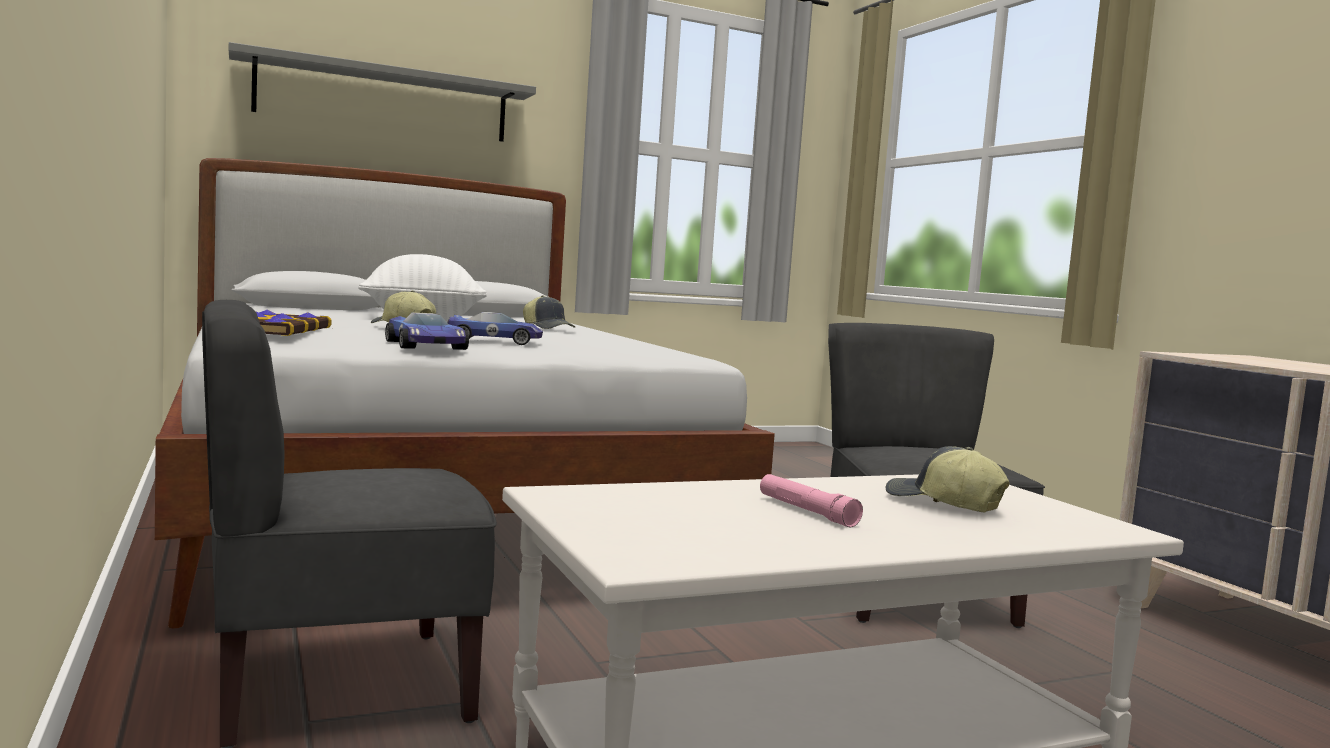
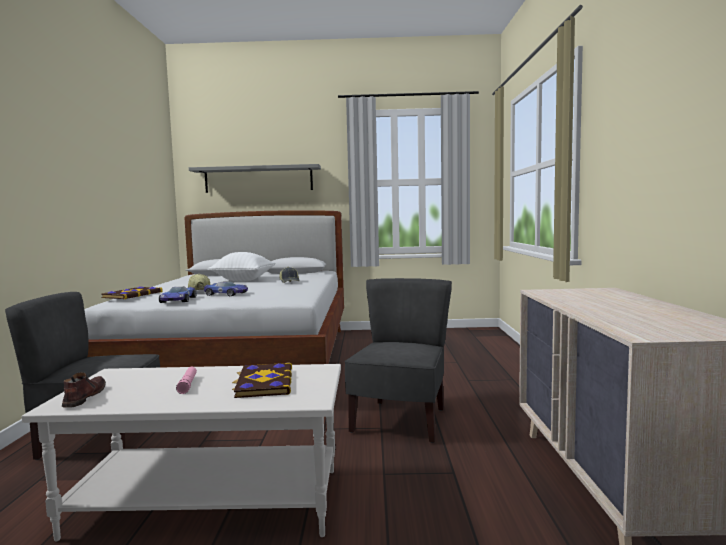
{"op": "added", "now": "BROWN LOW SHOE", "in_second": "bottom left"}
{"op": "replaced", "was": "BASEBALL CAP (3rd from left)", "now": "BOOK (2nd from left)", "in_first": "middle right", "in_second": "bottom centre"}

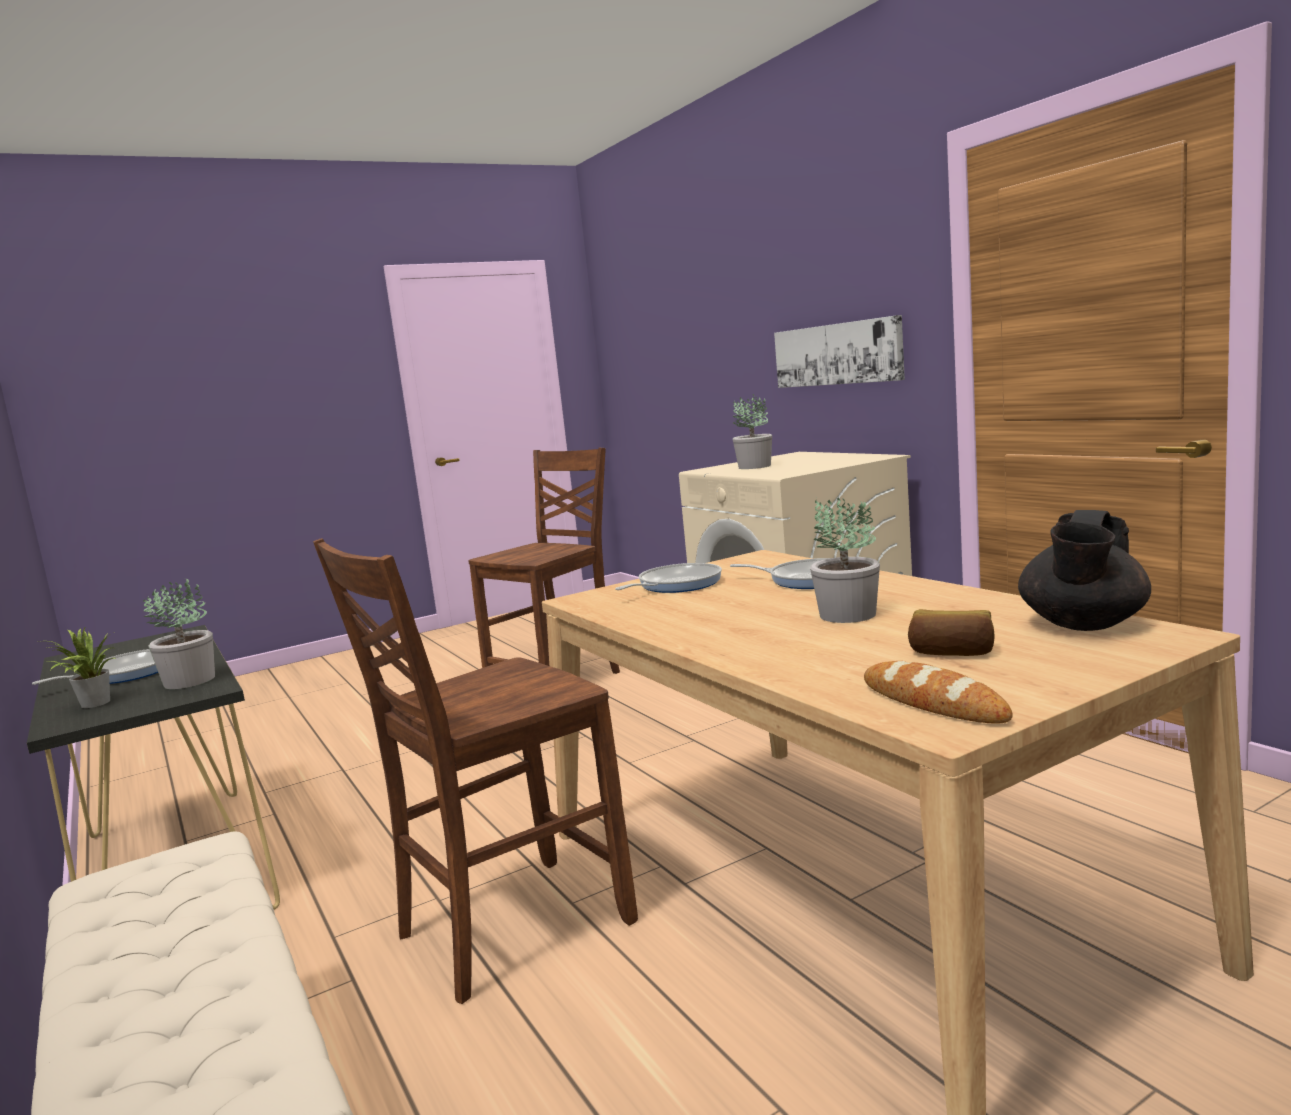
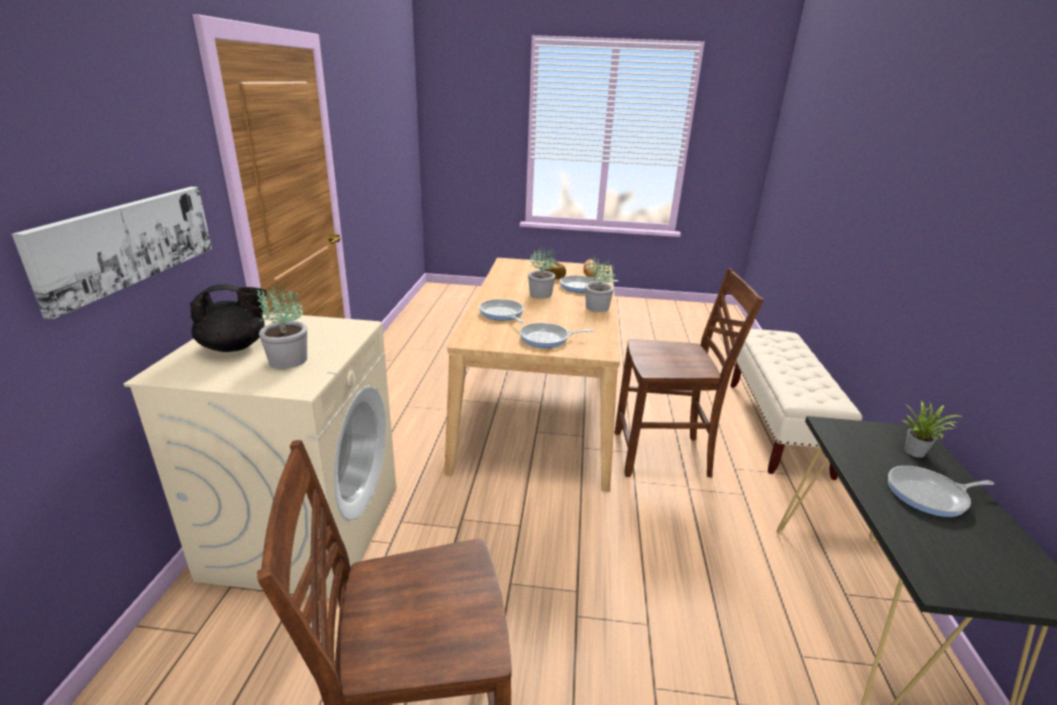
{"op": "added", "now": "SKILLET (3rd from left)", "in_second": "centre"}
{"op": "moved", "was": "PLANT IN A POT (2nd from left in the first image)", "now": "PLANT IN A POT (3rd from left)", "in_first": "middle left", "in_second": "centre"}
{"op": "moved", "was": "BLACK TEAPOT", "in_first": "middle right", "in_second": "middle left"}

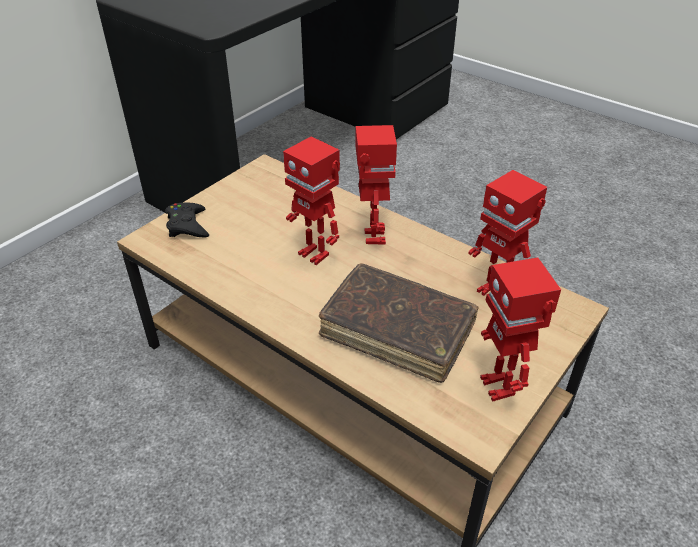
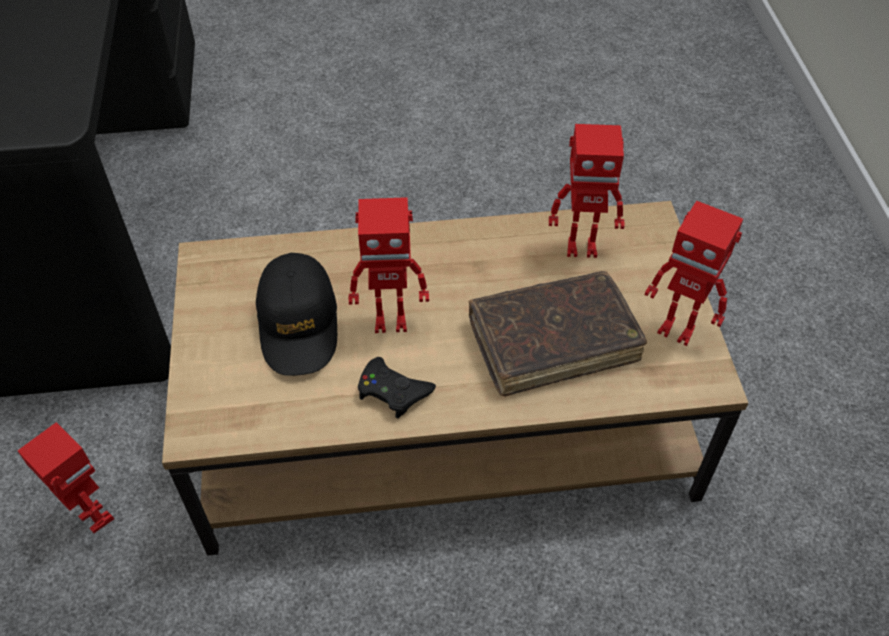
{"op": "added", "now": "BLACK BASEBALL CAP", "in_second": "middle left"}
{"op": "moved", "was": "BLACK GAMEPAD", "in_first": "middle left", "in_second": "centre"}
{"op": "moved", "was": "MODEL ROBOT (2nd from left in the first image)", "now": "MODEL ROBOT (1st from left)", "in_first": "centre", "in_second": "bottom left"}

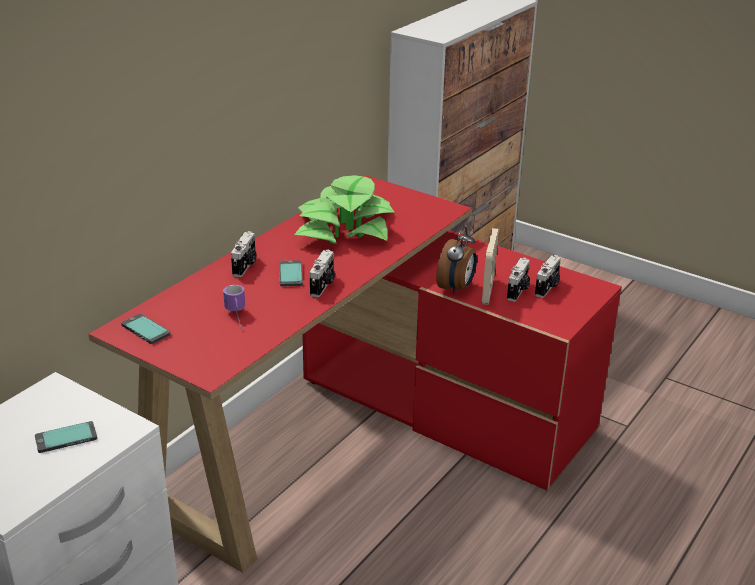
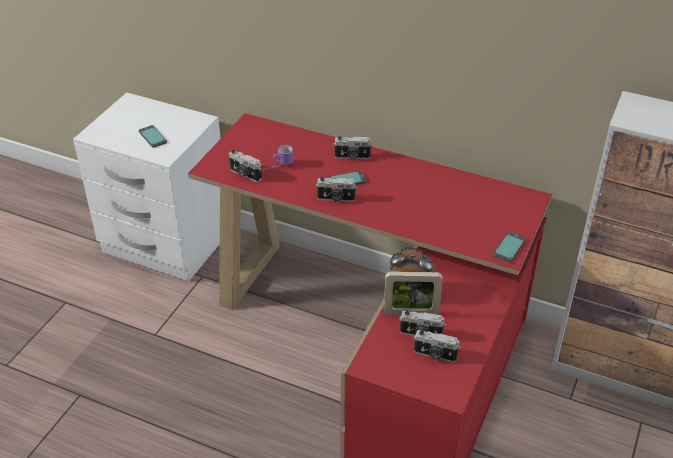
{"op": "removed", "was": "PLANT IN A POT", "in_first": "centre"}
{"op": "added", "now": "PHOTO CAMERA (1st from left)", "in_second": "centre"}
{"op": "moved", "was": "HANDSET (2nd from left in the first image)", "now": "HANDSET (3rd from left)", "in_first": "middle left", "in_second": "middle right"}

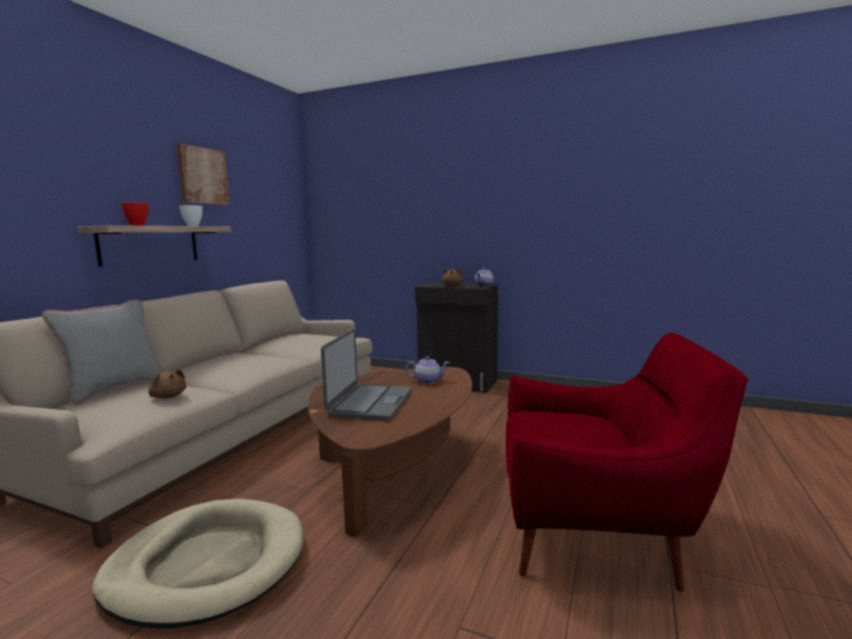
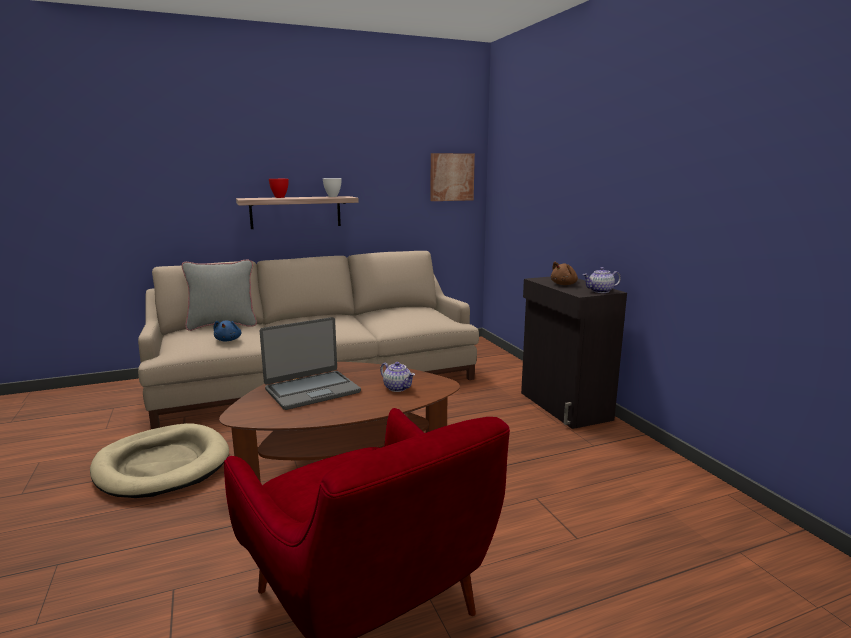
{"op": "moved", "was": "WALL ART", "in_first": "top left", "in_second": "top centre"}
{"op": "recoloured", "was": "BROWN PLUSH TOY (1st from left)", "now": "BLUISH PLUSH TOY", "in_first": "middle left", "in_second": "middle left"}

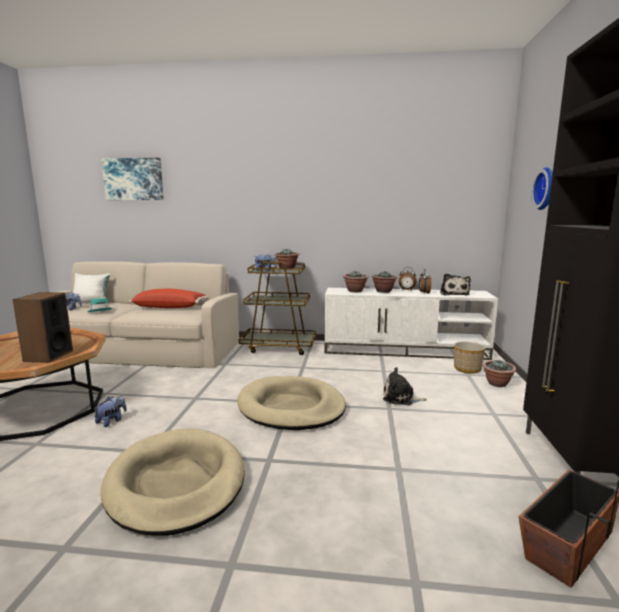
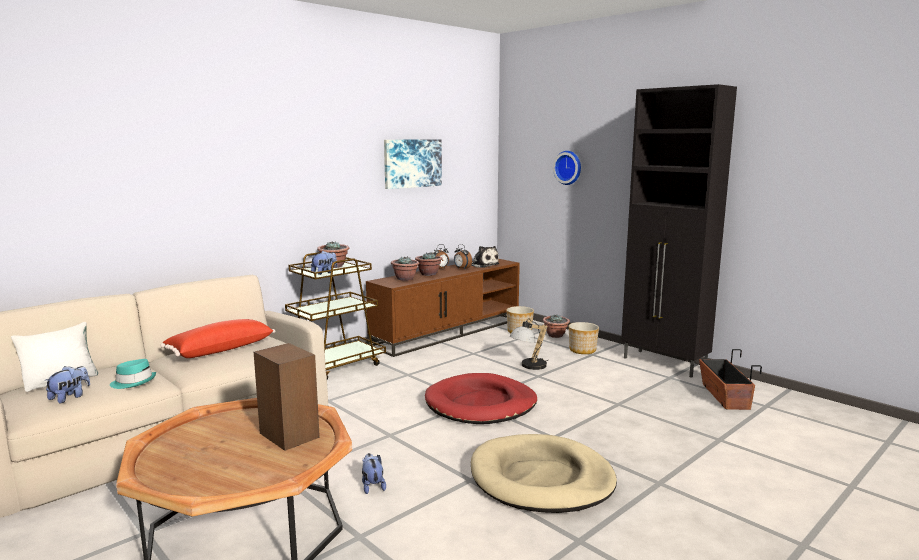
{"op": "added", "now": "PLANTER (2nd from left)", "in_second": "centre"}
{"op": "moved", "was": "WALL ART", "in_first": "top left", "in_second": "top centre"}
{"op": "replaced", "was": "PLUSH TOY (4th from left)", "now": "TABLE LAMP", "in_first": "centre", "in_second": "centre"}
{"op": "recoloured", "was": "BEIGE-COLOURED PET BED (2nd from left)", "now": "RED PET BED", "in_first": "centre", "in_second": "bottom centre"}
{"op": "recoloured", "was": "WHITE TV STAND", "now": "BROWN TV STAND", "in_first": "centre", "in_second": "centre"}

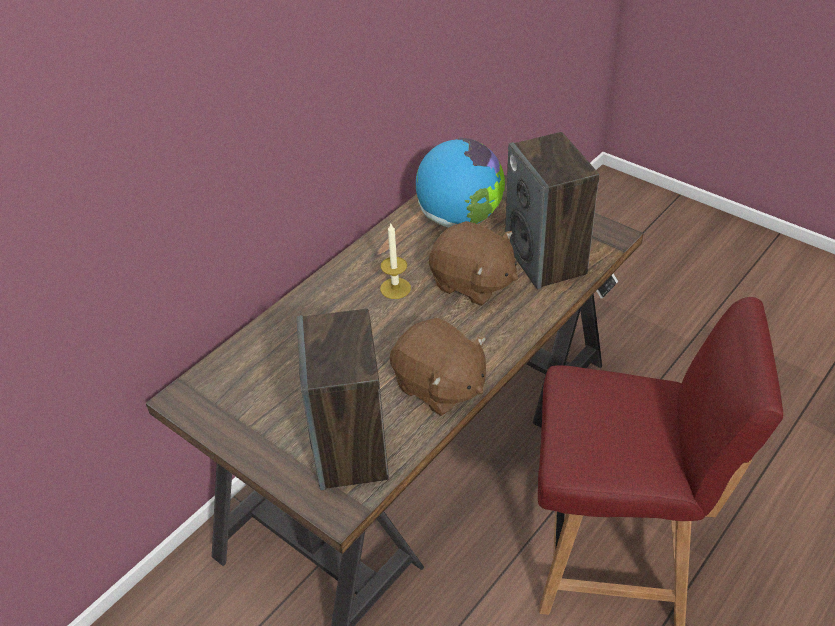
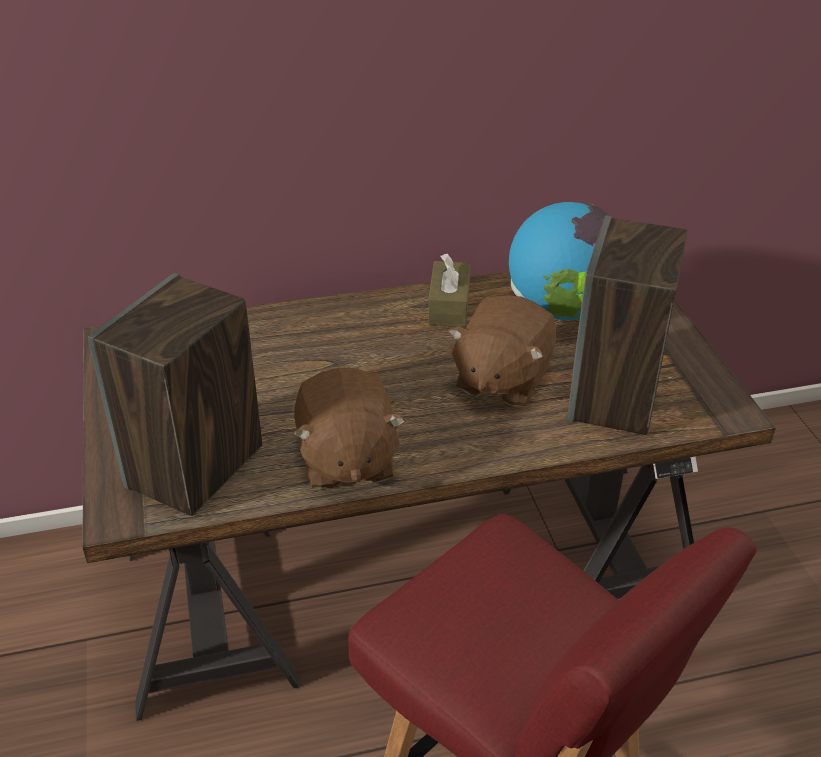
{"op": "removed", "was": "WAX LIGHT", "in_first": "centre"}
{"op": "added", "now": "BROWN BOX OF TISSUES", "in_second": "centre"}
{"op": "turned", "was": "BROWN PLUSH TOY (2nd from left)", "in_first": "centre", "in_second": "centre", "clockwise": 45}

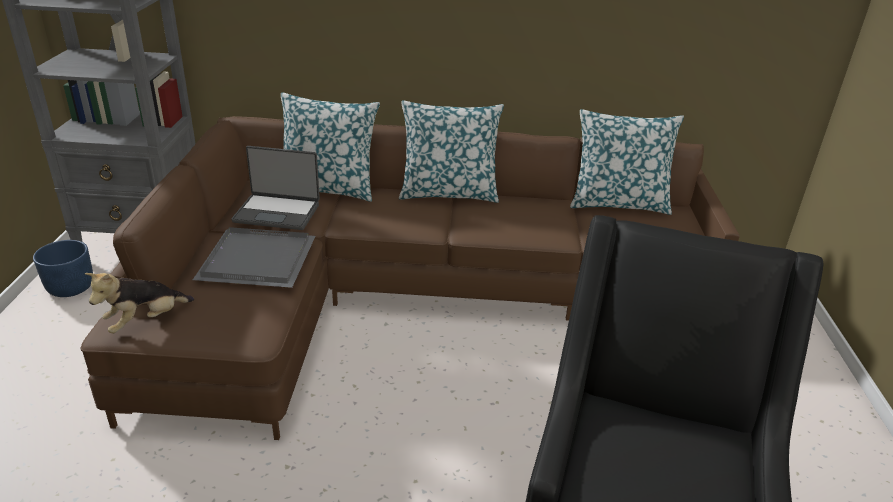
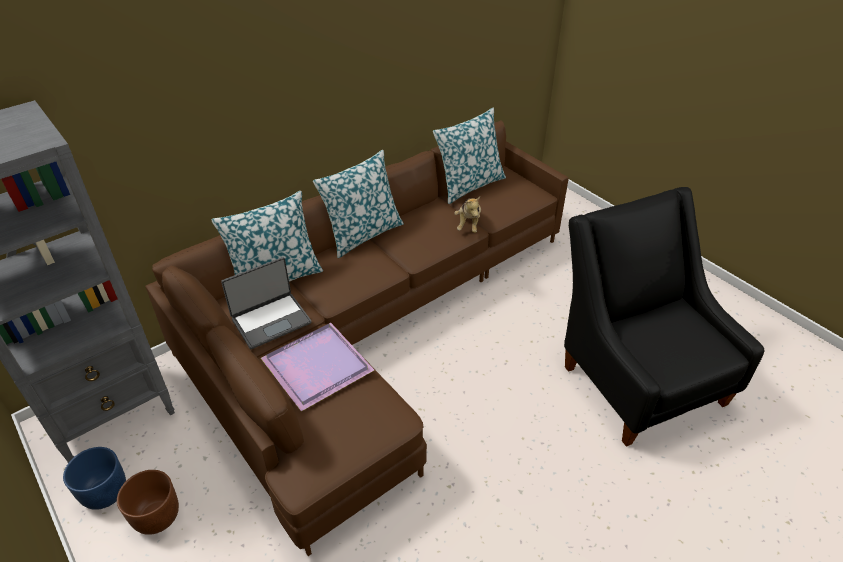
{"op": "added", "now": "BROWN PLANTER", "in_second": "bottom left"}
{"op": "moved", "was": "PLUSH TOY", "in_first": "middle left", "in_second": "centre"}
{"op": "recoloured", "was": "GREY CARRYING TRAY", "now": "PURPLE CARRYING TRAY", "in_first": "middle left", "in_second": "centre"}

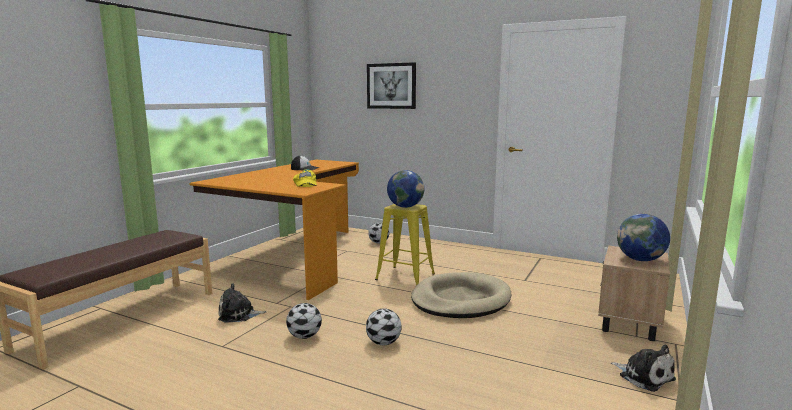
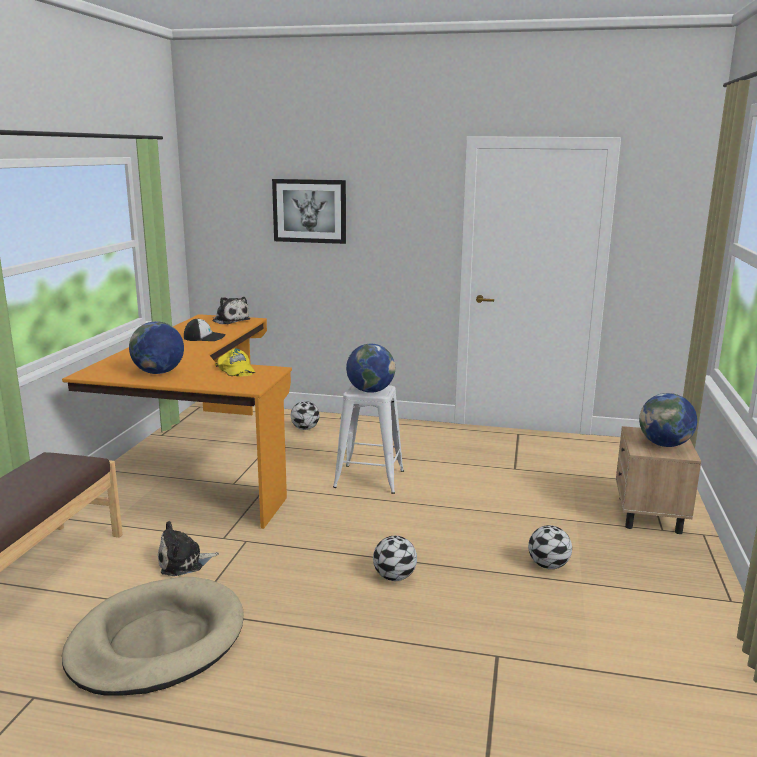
{"op": "added", "now": "DESK GLOBE (1st from left)", "in_second": "middle left"}
{"op": "moved", "was": "BALL FOR FOOTBALL (1st from left in the first image)", "now": "BALL FOR FOOTBALL (3rd from left)", "in_first": "bottom centre", "in_second": "bottom right"}
{"op": "moved", "was": "BEIGE-COLOURED PET BED", "in_first": "bottom centre", "in_second": "bottom left"}
{"op": "moved", "was": "PLUSH TOY (2nd from left)", "in_first": "bottom right", "in_second": "middle left"}
{"op": "recoloured", "was": "YELLOW-COLOURED STOOL SEAT", "now": "WHITE STOOL SEAT", "in_first": "centre", "in_second": "centre"}

